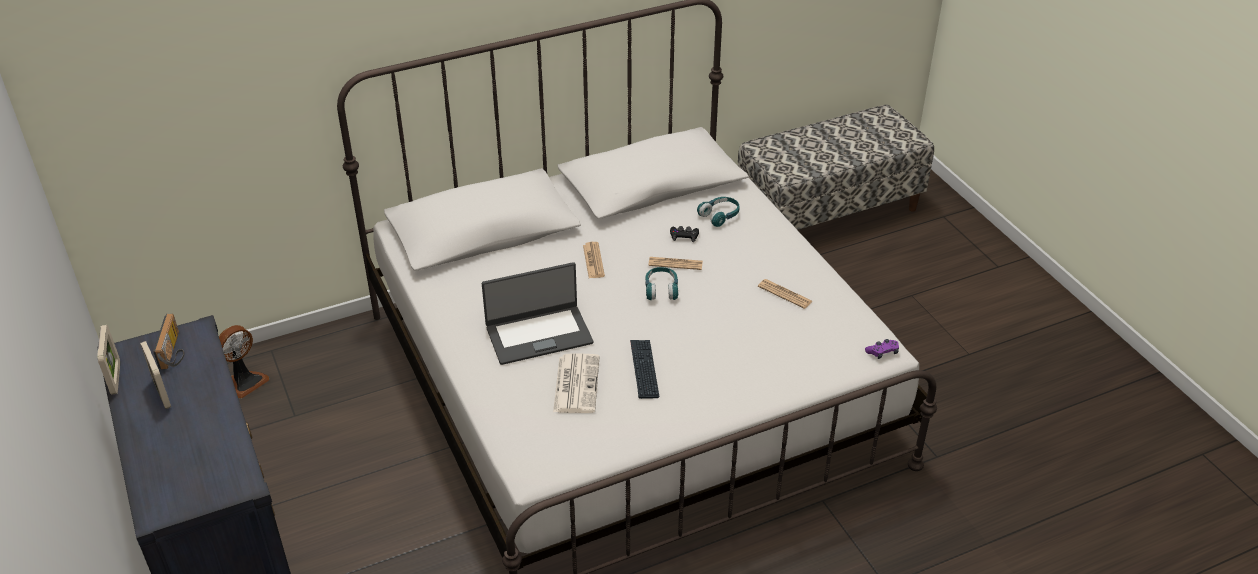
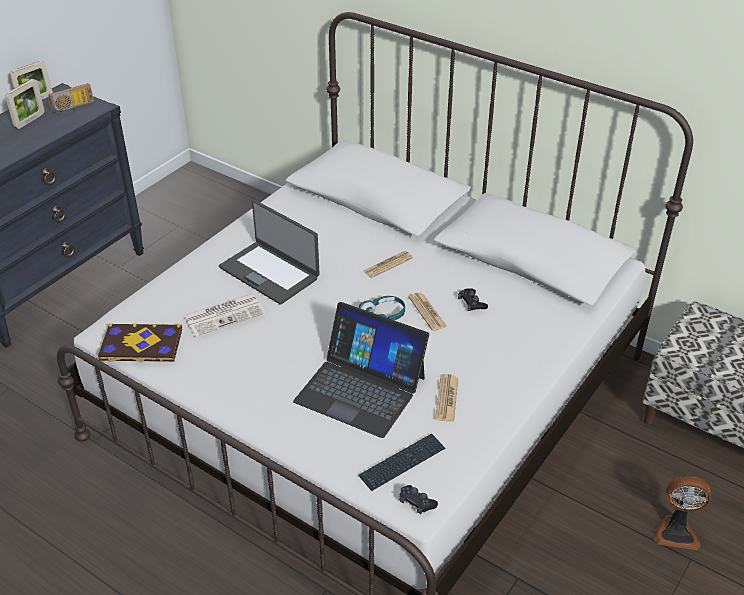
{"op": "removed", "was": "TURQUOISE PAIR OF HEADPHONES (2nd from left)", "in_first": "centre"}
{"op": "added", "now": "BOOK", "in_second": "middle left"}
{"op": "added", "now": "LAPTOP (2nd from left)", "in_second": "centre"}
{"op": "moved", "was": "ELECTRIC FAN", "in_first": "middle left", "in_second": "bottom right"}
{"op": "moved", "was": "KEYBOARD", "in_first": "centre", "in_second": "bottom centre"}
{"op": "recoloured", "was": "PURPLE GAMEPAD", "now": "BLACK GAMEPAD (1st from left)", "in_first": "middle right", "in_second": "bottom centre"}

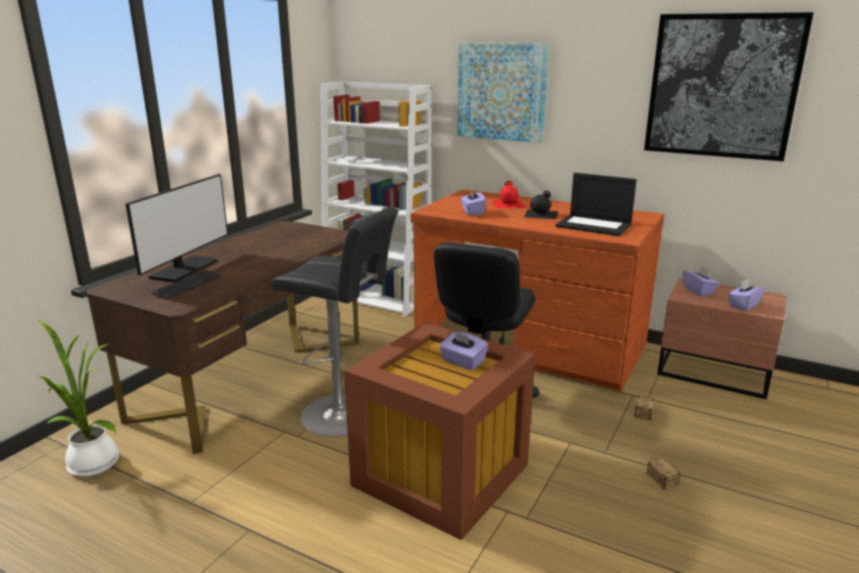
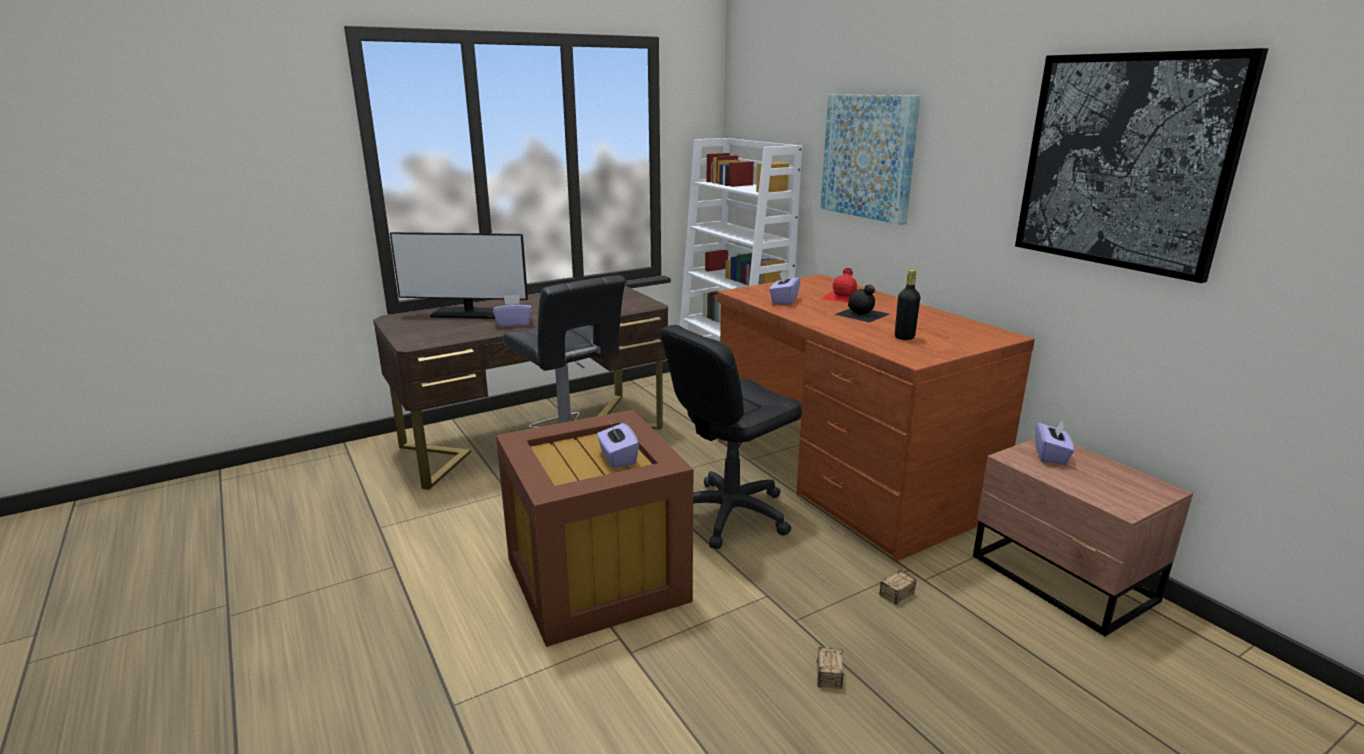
{"op": "removed", "was": "PLANT IN A POT", "in_first": "bottom left"}
{"op": "removed", "was": "KEYBOARD", "in_first": "middle left"}
{"op": "moved", "was": "PURPLE BOX OF TISSUES (4th from left in the first image)", "now": "PURPLE BOX OF TISSUES (1st from left)", "in_first": "middle right", "in_second": "centre"}
{"op": "replaced", "was": "LAPTOP", "now": "BLACK DRINK BOTTLE (2nd from left)", "in_first": "middle right", "in_second": "centre"}
{"op": "turned", "was": "MONITOR", "in_first": "middle left", "in_second": "centre", "clockwise": 45}

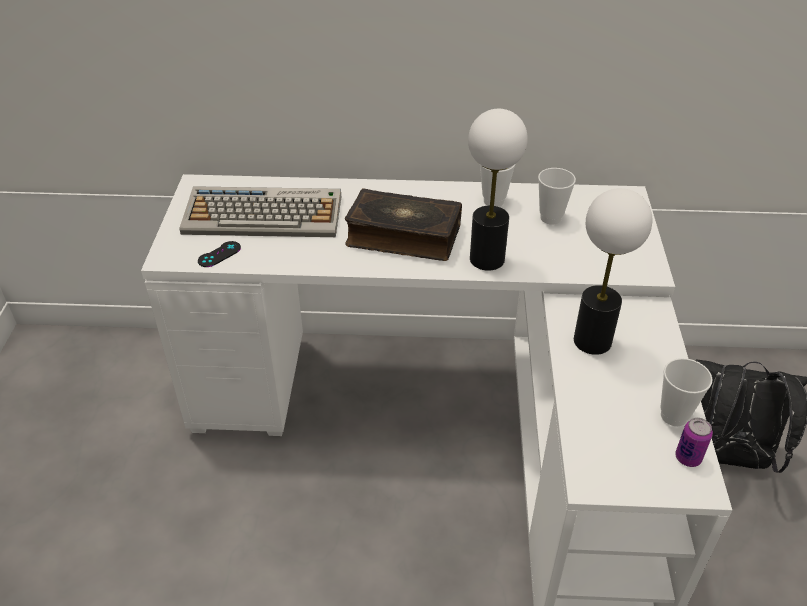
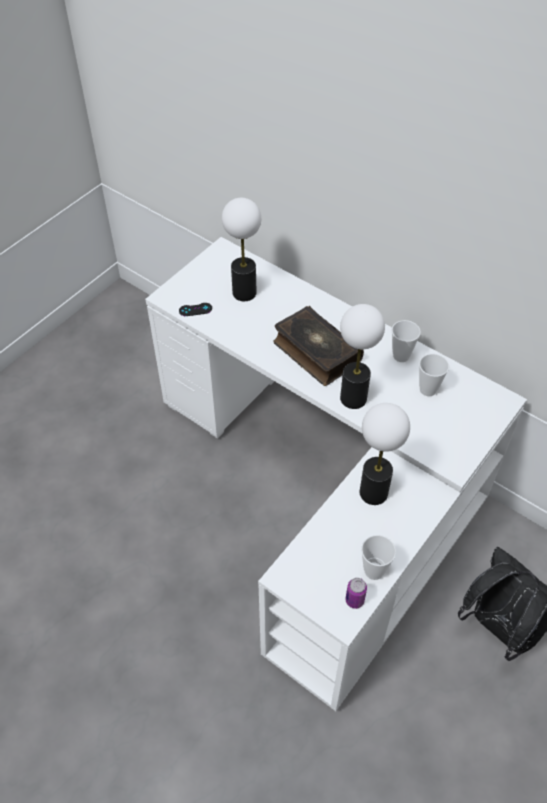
{"op": "replaced", "was": "KEYBOARD", "now": "TABLE LAMP (1st from left)", "in_first": "middle left", "in_second": "top centre"}

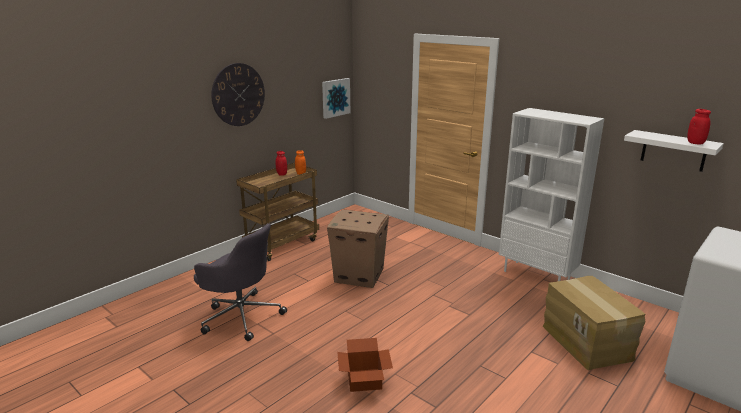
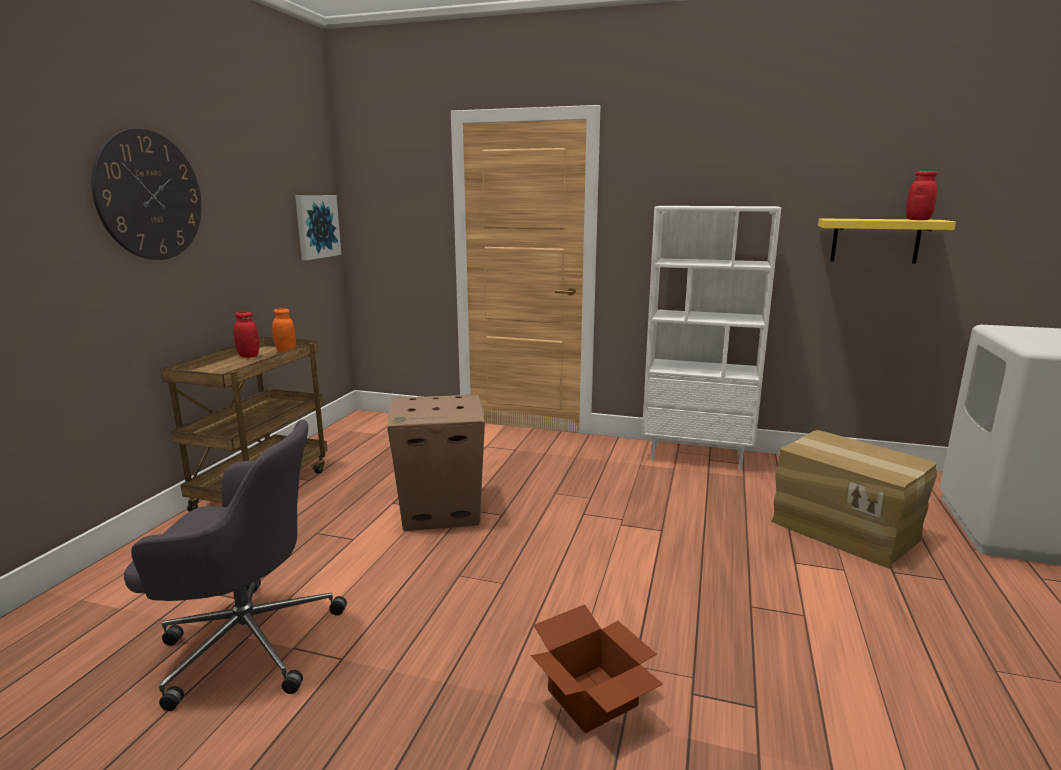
{"op": "recoloured", "was": "WHITE SHELF", "now": "YELLOW-COLOURED SHELF", "in_first": "middle right", "in_second": "top right"}

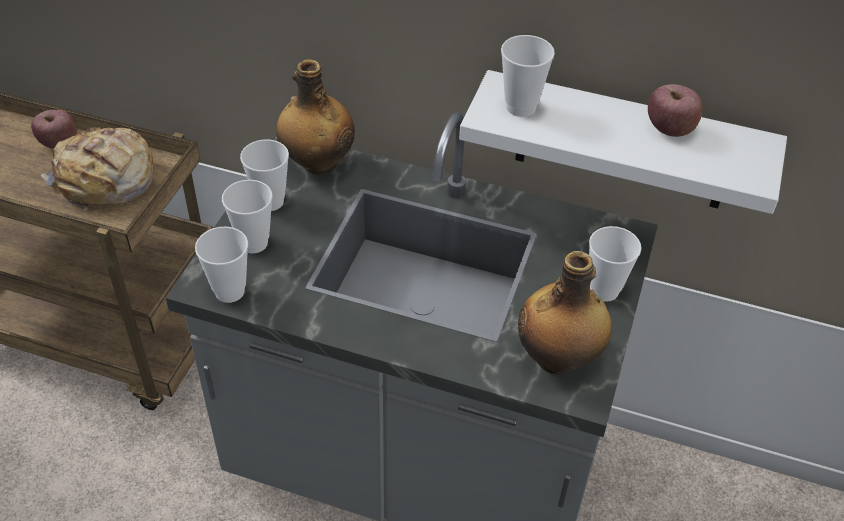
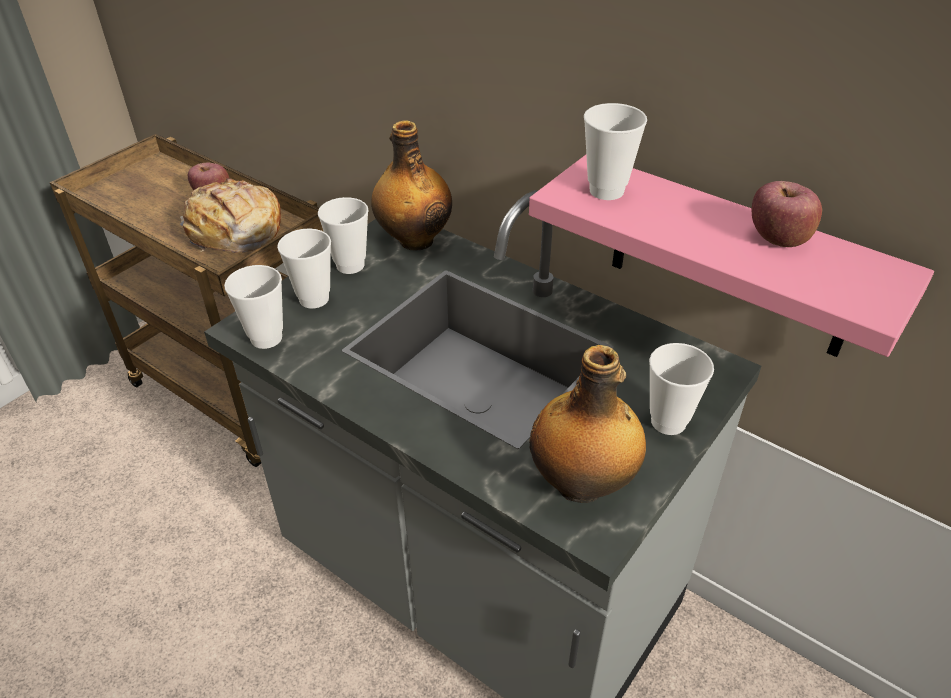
{"op": "recoloured", "was": "WHITE SHELF", "now": "PINKISH SHELF", "in_first": "top right", "in_second": "middle right"}

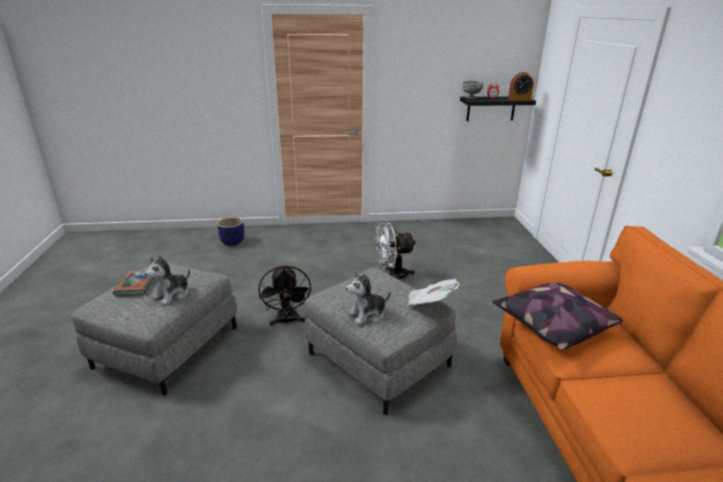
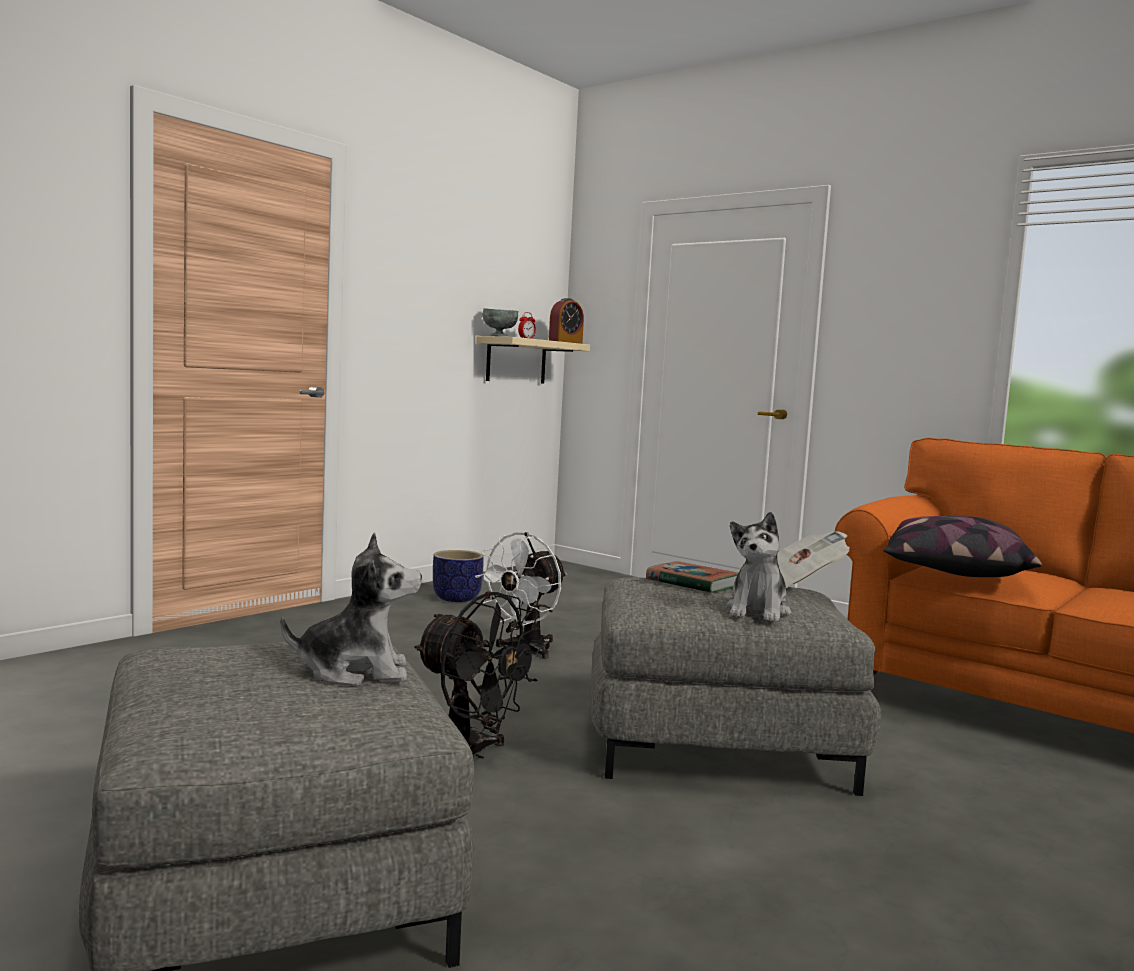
{"op": "moved", "was": "BOOK", "in_first": "middle left", "in_second": "centre"}
{"op": "moved", "was": "PLANTER", "in_first": "middle left", "in_second": "centre"}
{"op": "recoloured", "was": "BLACK SHELF", "now": "BEIGE-COLOURED SHELF", "in_first": "top right", "in_second": "centre"}
{"op": "turned", "was": "PLUSH TOY (1st from left)", "in_first": "middle left", "in_second": "middle left", "clockwise": -90}

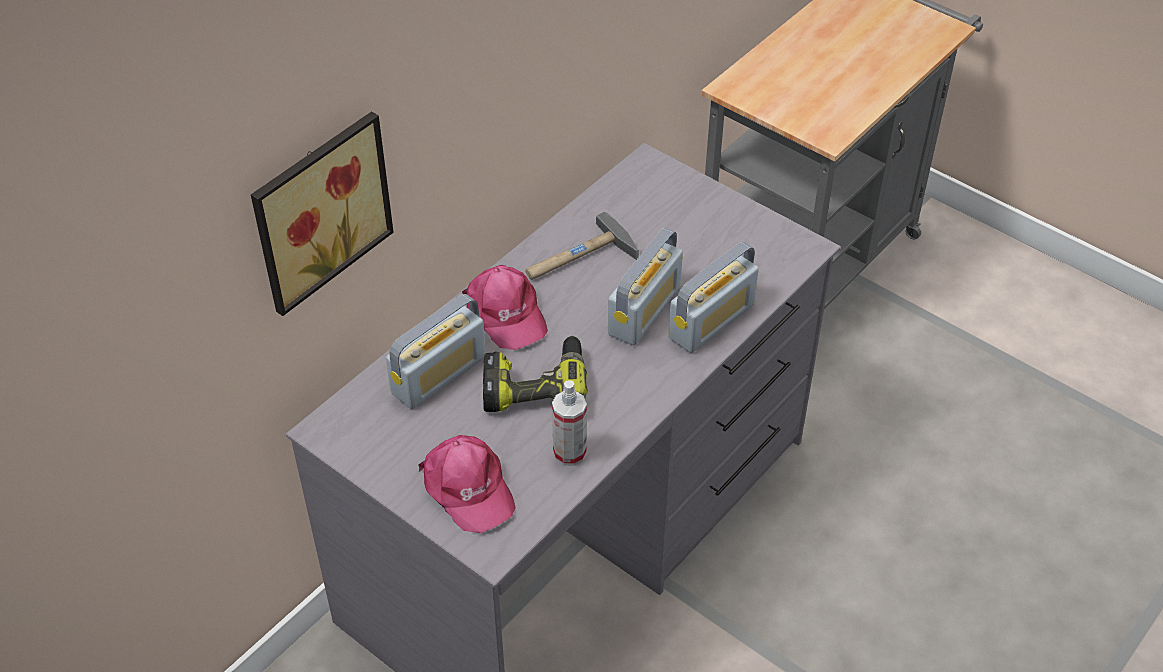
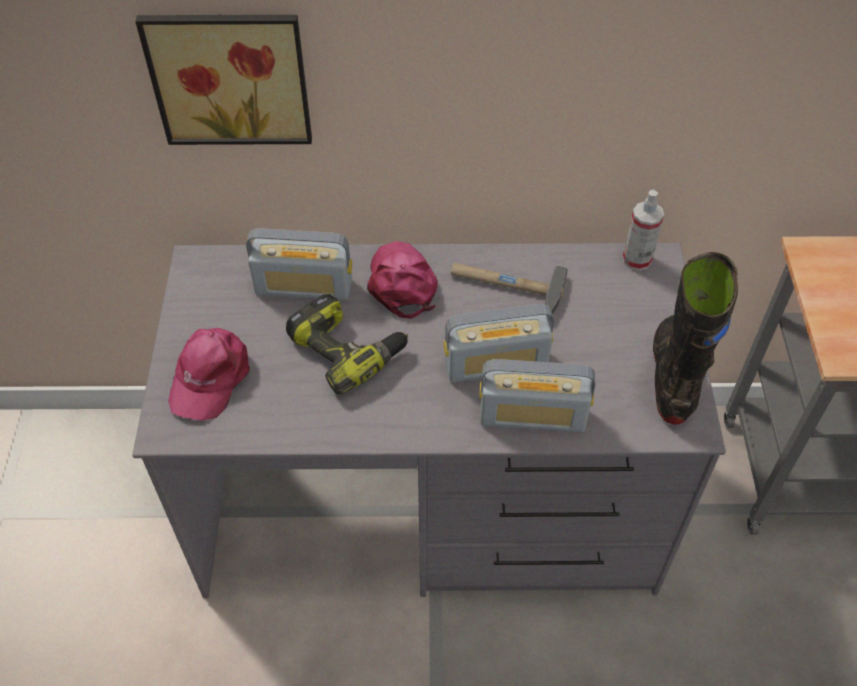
{"op": "added", "now": "BLACK HIGH-TOP BOOT", "in_second": "middle right"}
{"op": "moved", "was": "SPRAY BOTTLE", "in_first": "centre", "in_second": "middle right"}
{"op": "turned", "was": "PINKISH BASEBALL CAP (2nd from left)", "in_first": "centre", "in_second": "centre", "clockwise": 150}

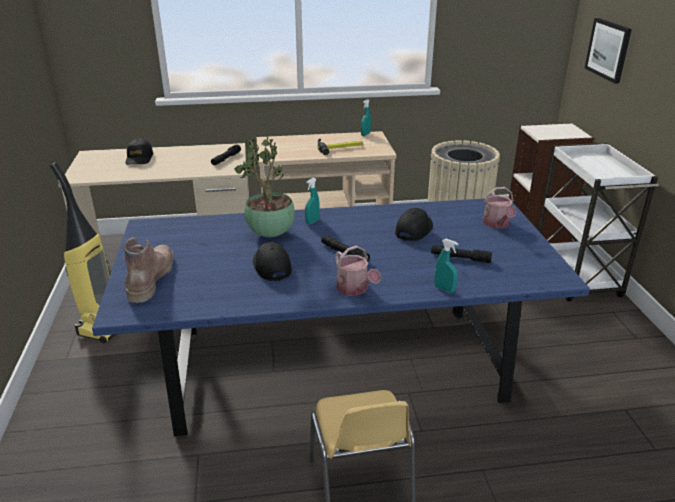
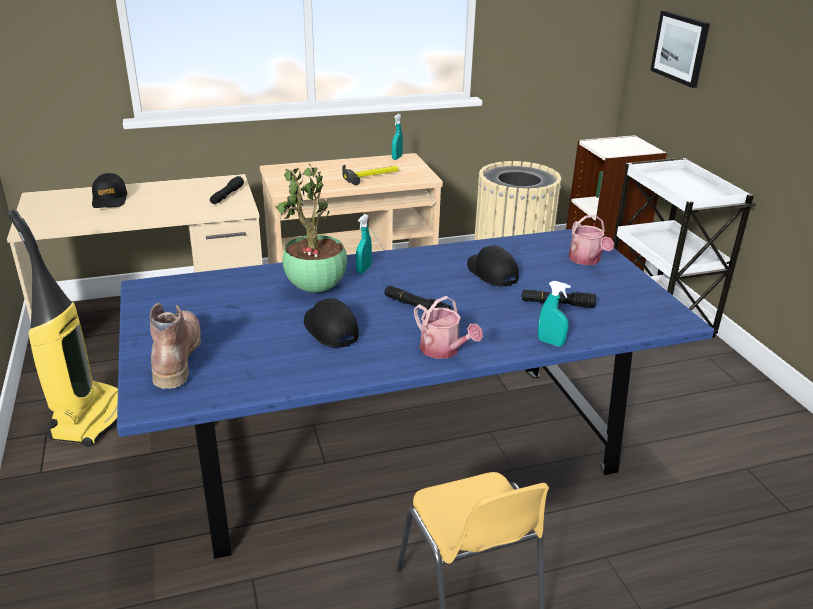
{"op": "turned", "was": "BLACK BASEBALL CAP (3rd from left)", "in_first": "centre", "in_second": "centre", "clockwise": -45}

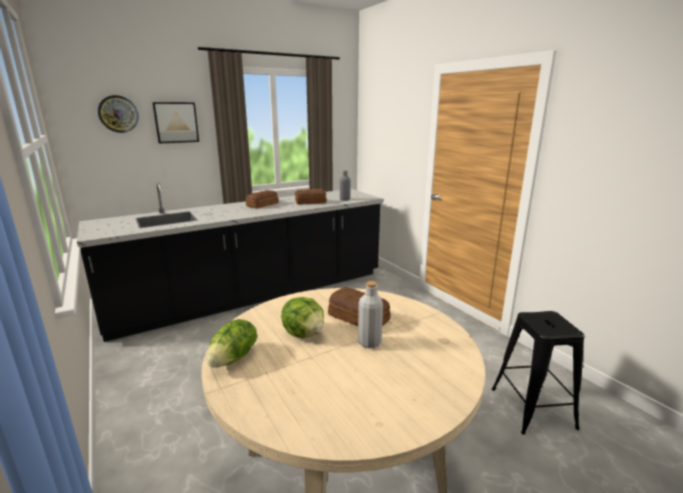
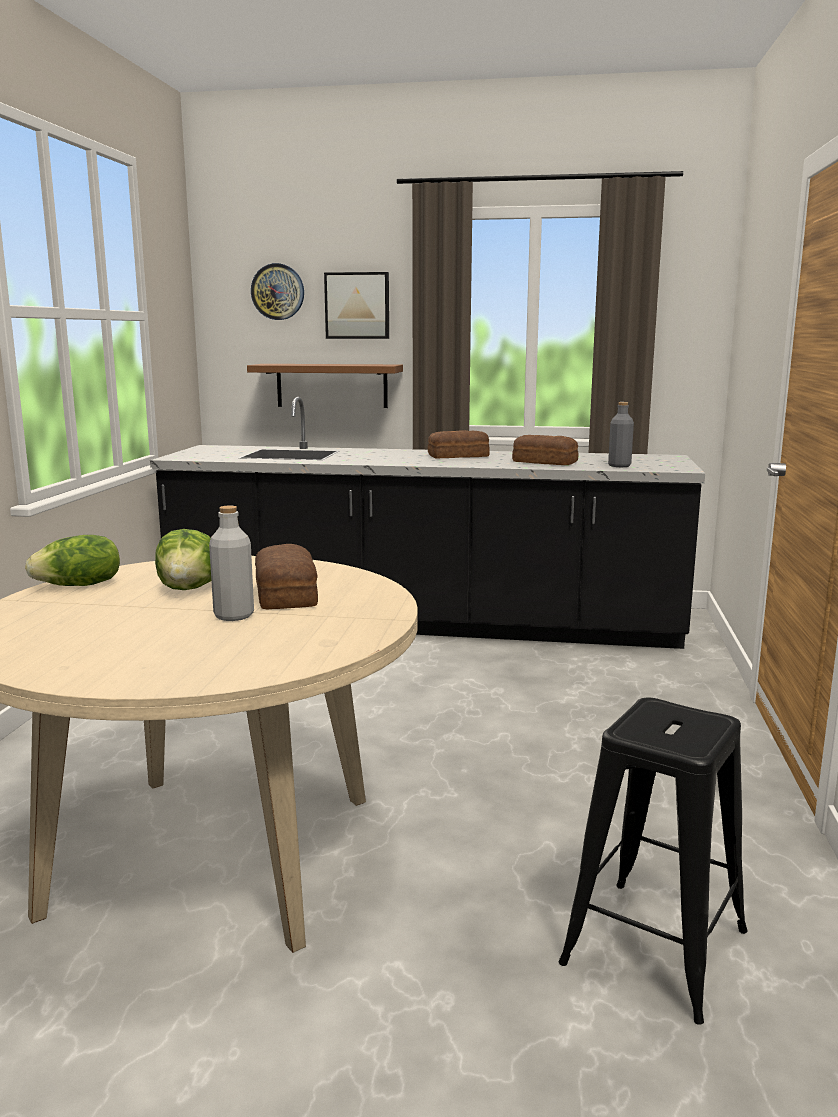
{"op": "added", "now": "BROWN SHELF", "in_second": "centre"}

